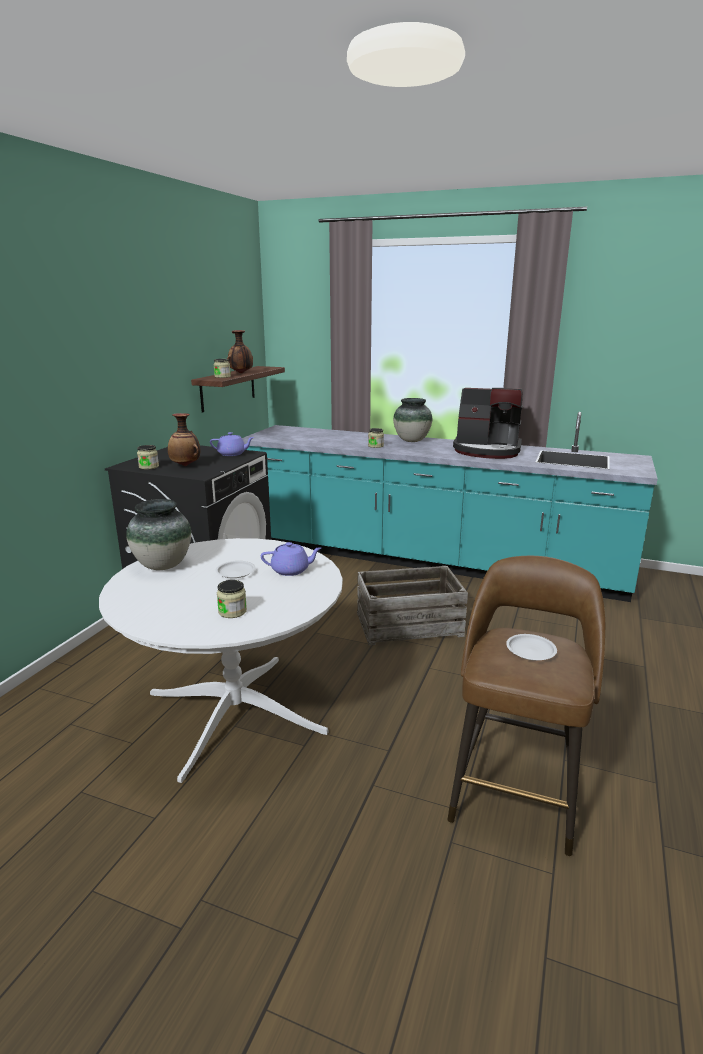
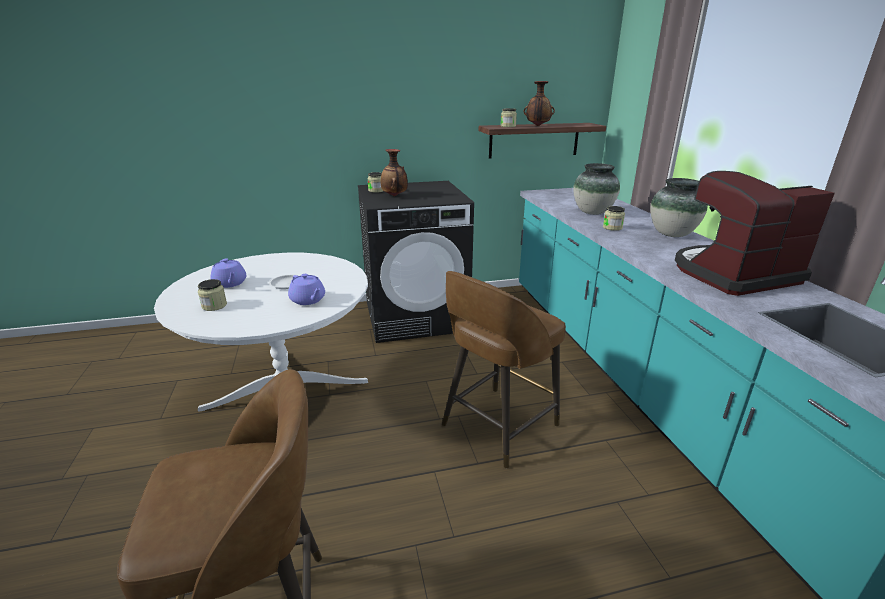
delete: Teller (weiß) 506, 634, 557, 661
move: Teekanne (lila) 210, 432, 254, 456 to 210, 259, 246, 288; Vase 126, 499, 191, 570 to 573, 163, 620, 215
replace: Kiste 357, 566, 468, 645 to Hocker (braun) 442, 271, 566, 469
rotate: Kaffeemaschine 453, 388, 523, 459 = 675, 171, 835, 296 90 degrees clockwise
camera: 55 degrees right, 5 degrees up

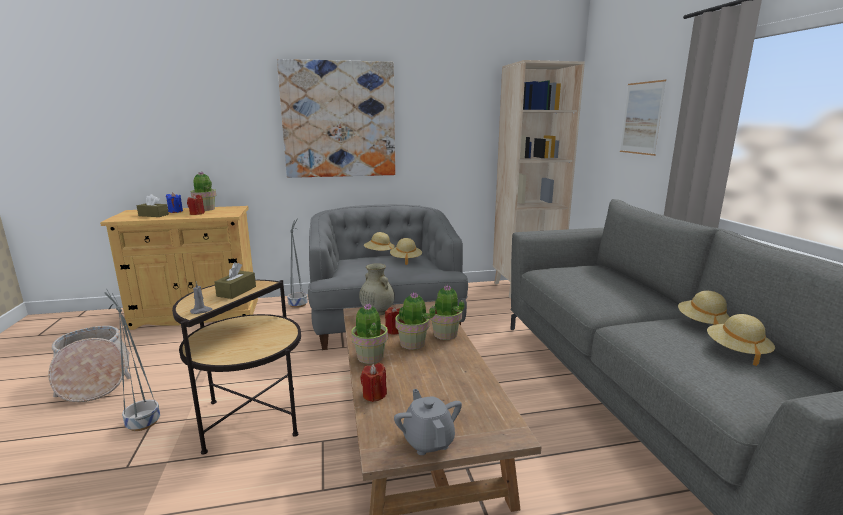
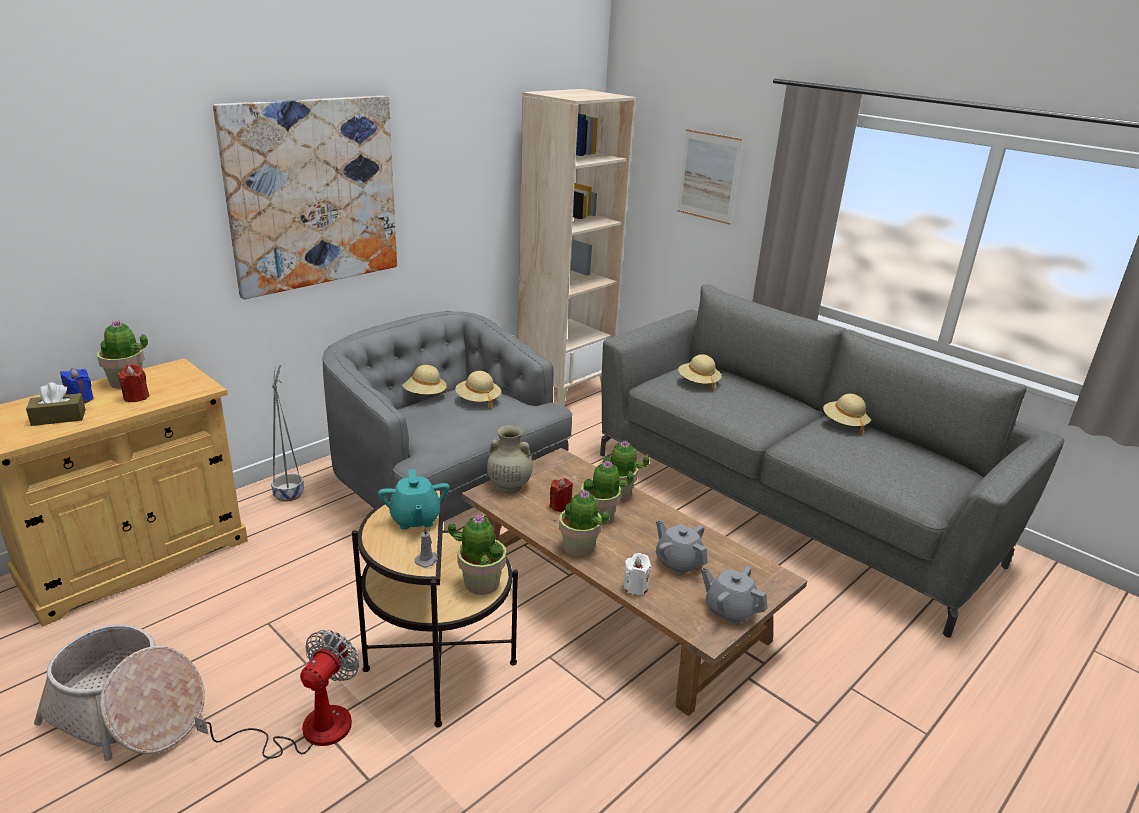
insert: Topfpflanze 448, 514, 506, 595; Teekanne (grau) 656, 520, 708, 576
move: Hut (beige) 707, 314, 775, 366 to 678, 354, 722, 391
replace: Pflanzkübel (grau) 104, 290, 160, 431 to Ventilator 194, 630, 359, 759; Taschentuchbox (braun) 214, 262, 256, 299 to Teekanne (türkis) 378, 469, 450, 530
recolor: Kerze (rot) 360, 363, 387, 402 to Kerze (weiß) 624, 553, 651, 595
camera: 35 degrees left, 10 degrees up

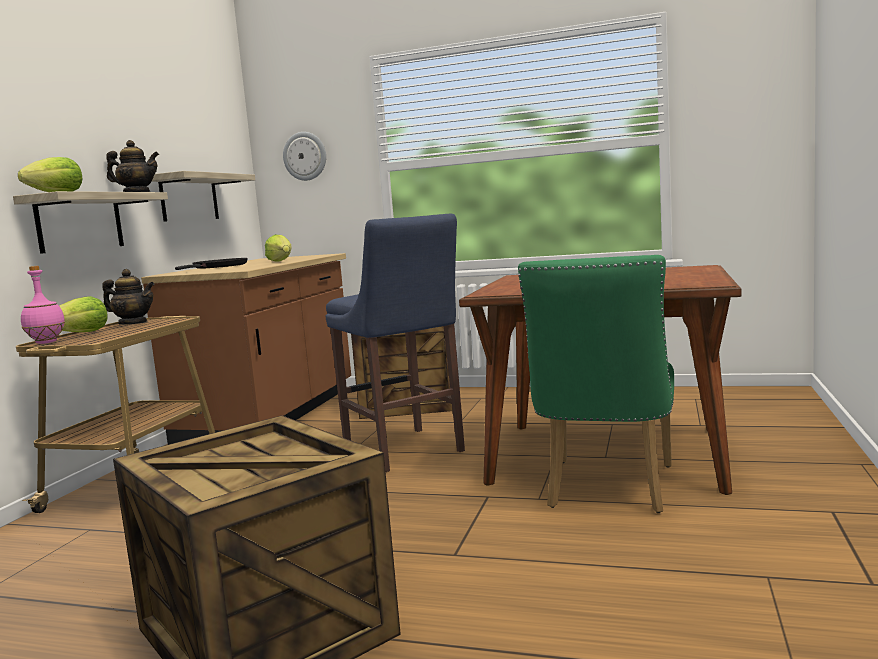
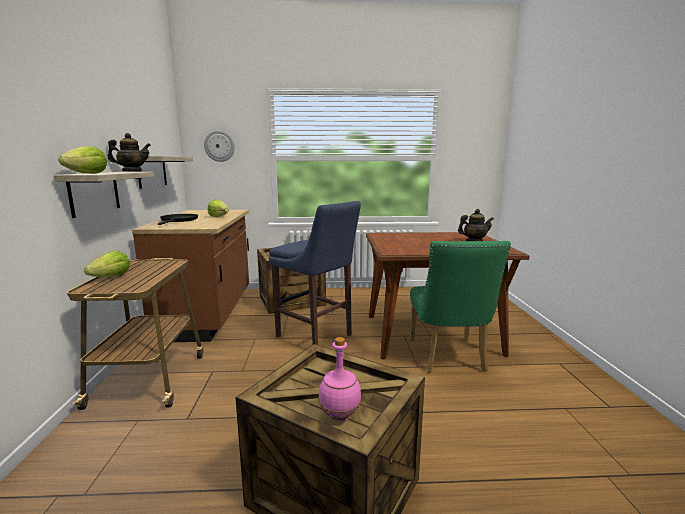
move: Flasche (rosa) 21, 266, 65, 344 to 318, 337, 362, 422; Teekanne 102, 269, 155, 325 to 458, 209, 494, 241
camera: 20 degrees left, 5 degrees up

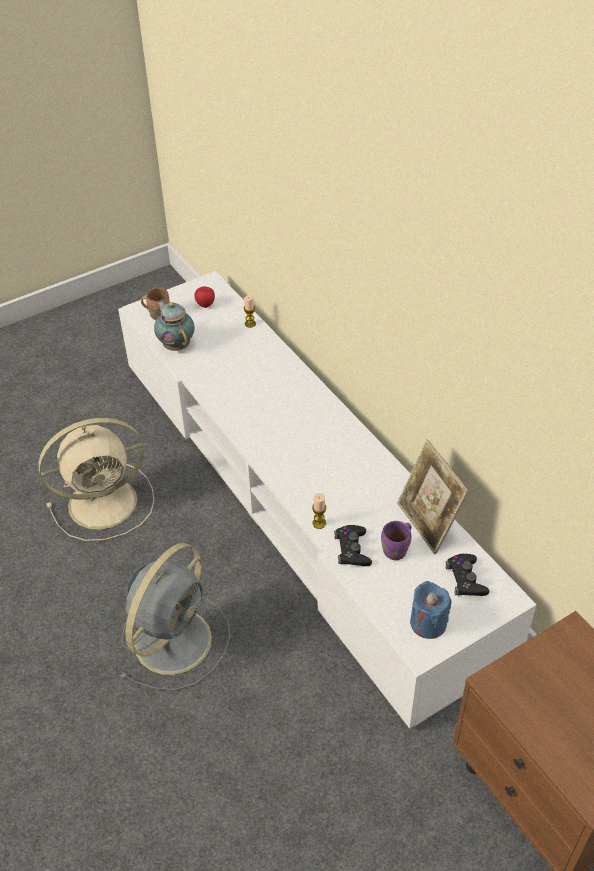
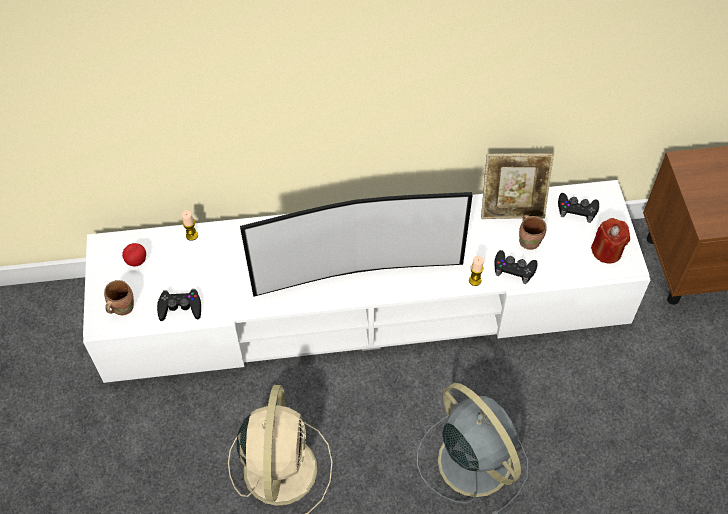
insert: Fernseher 240, 192, 473, 297
replace: Teekanne 154, 299, 195, 351 to Gamepad (schwarz) 157, 289, 201, 321
recolor: Henkelbecher (lila) 381, 521, 412, 560 to Henkelbecher (braun) 519, 215, 547, 250; Kerze (blau) 410, 581, 451, 639 to Kerze (rot) 591, 218, 630, 263
camera: 65 degrees left, 10 degrees up

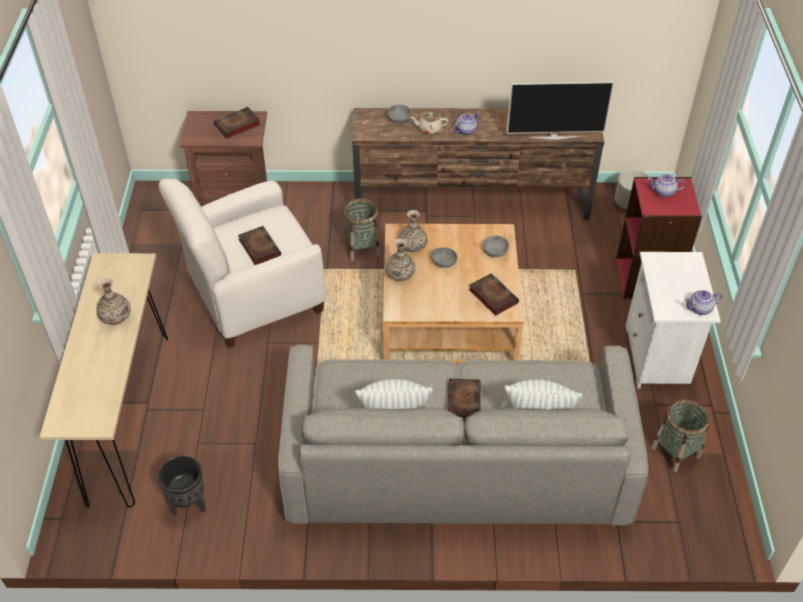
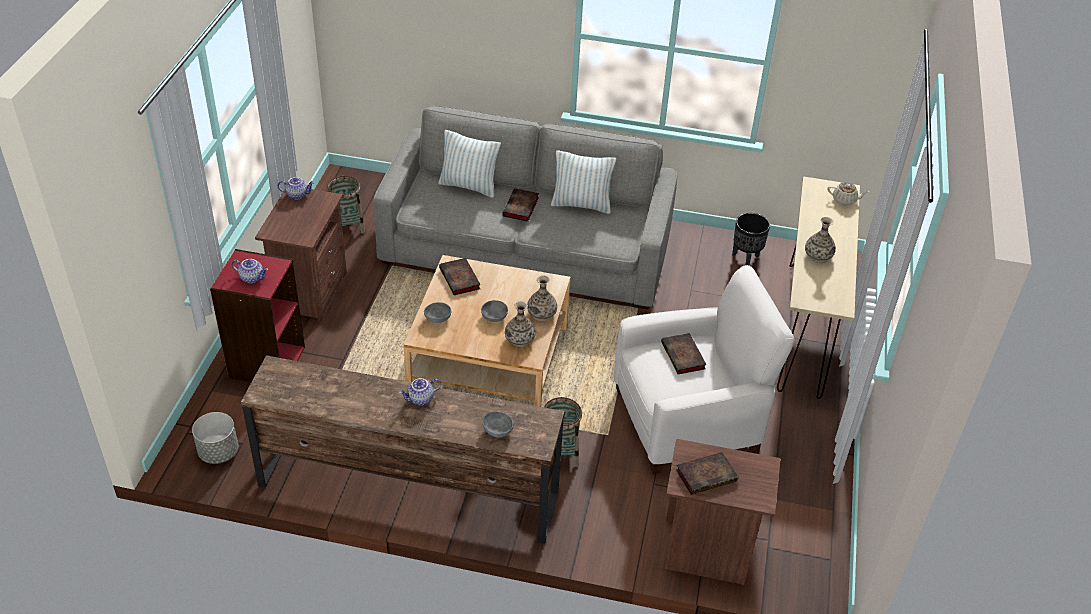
delete: Fernseher 506, 82, 614, 140
move: Teekanne (beige) 410, 112, 449, 134 to 828, 182, 869, 205
recolor: Nachttisch (weiß) 626, 252, 721, 389 to Nachttisch (braun) 255, 189, 347, 323
camera: 170 degrees left, 5 degrees down

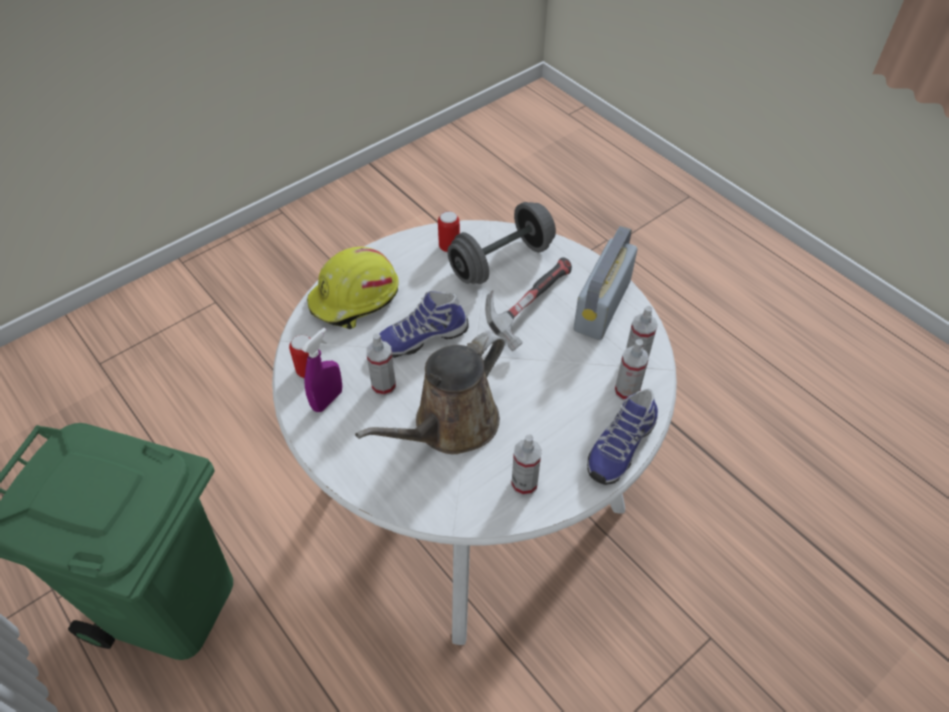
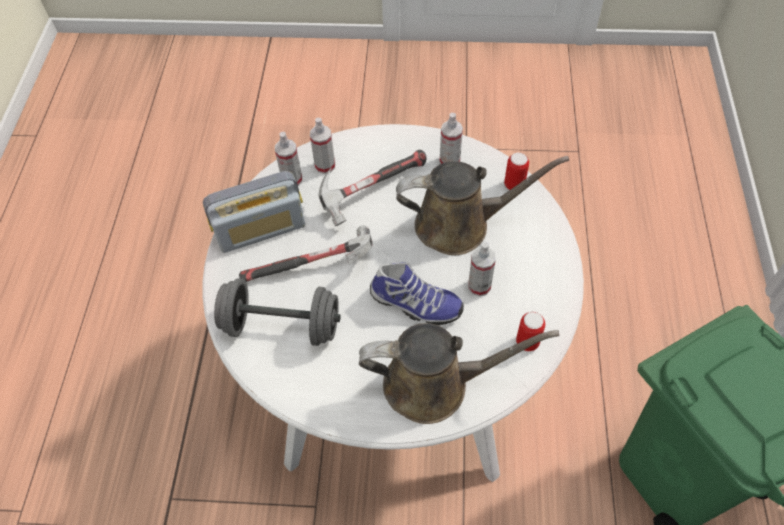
delete: Sprühflasche (lila) 301, 328, 342, 412; Schuh 587, 389, 658, 485
insert: Hammer 319, 150, 426, 226
move: Dose 438, 211, 460, 252 to 504, 152, 529, 190
replace: Schutzhelm (gelb) 307, 247, 399, 329 to Gießkanne (braun) 359, 323, 559, 424
camera: 135 degrees left, 5 degrees up

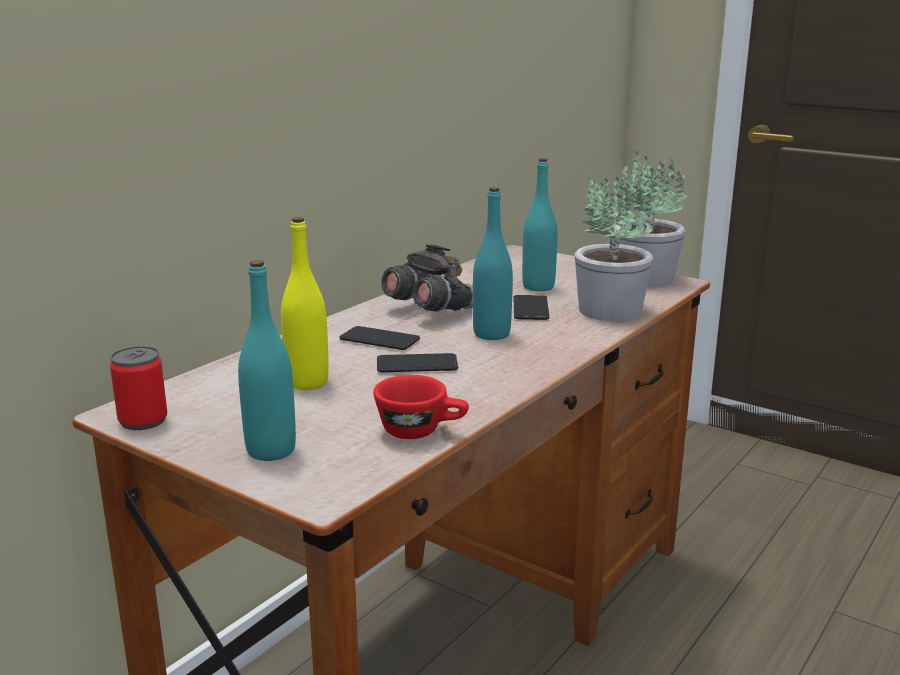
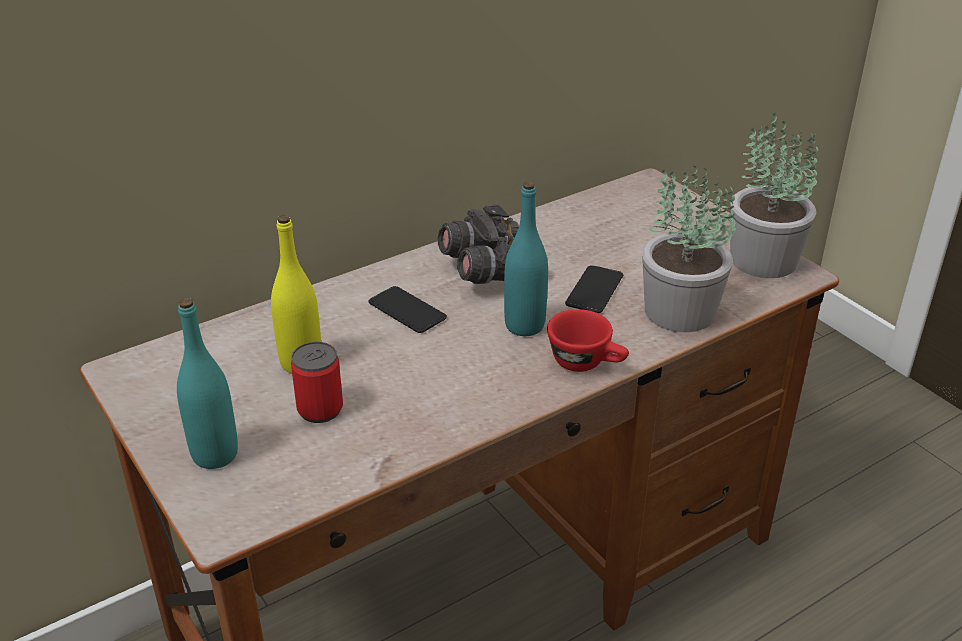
delete: Handy 377, 353, 458, 372; Flasche (türkis) 522, 158, 558, 291
move: Dose 110, 346, 167, 430 to 291, 342, 343, 423; Tasse (rot) 373, 375, 469, 439 to 547, 309, 629, 372
camera: 20 degrees right, 15 degrees up

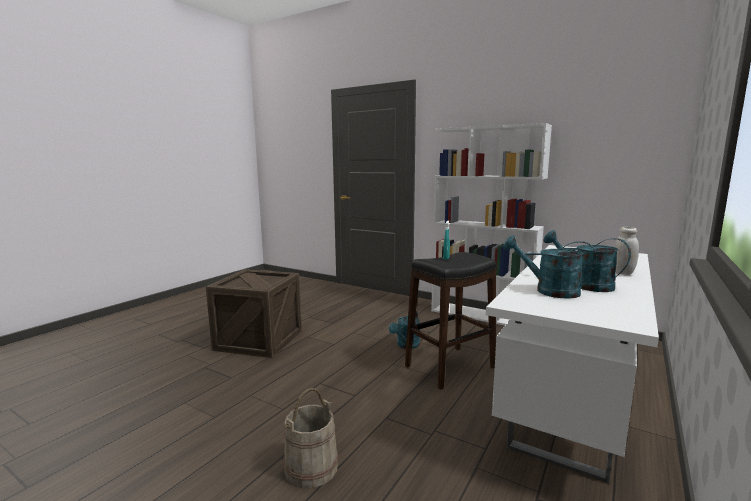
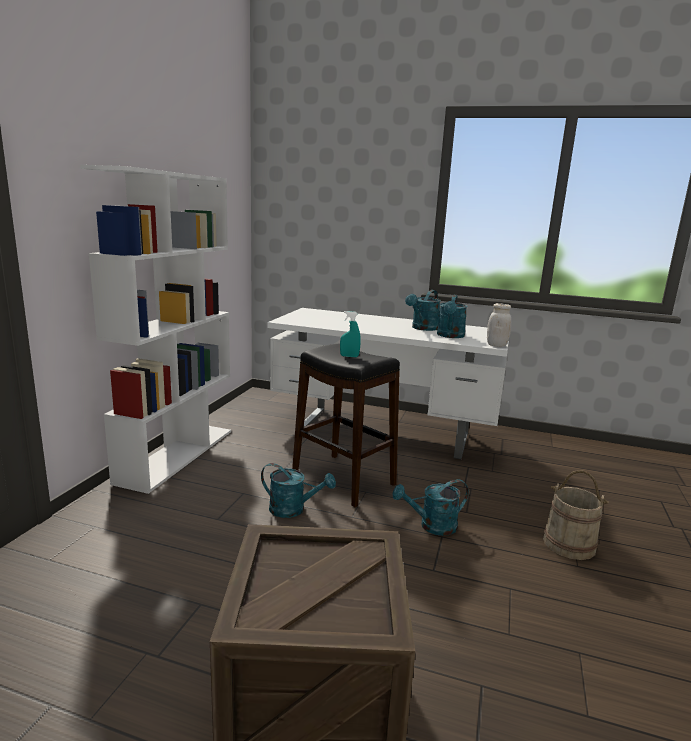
insert: Gießkanne (türkis) 393, 479, 469, 536
move: Vorratsglas (weiß) 615, 227, 639, 275 to 487, 303, 511, 347
camera: 105 degrees left, 5 degrees up

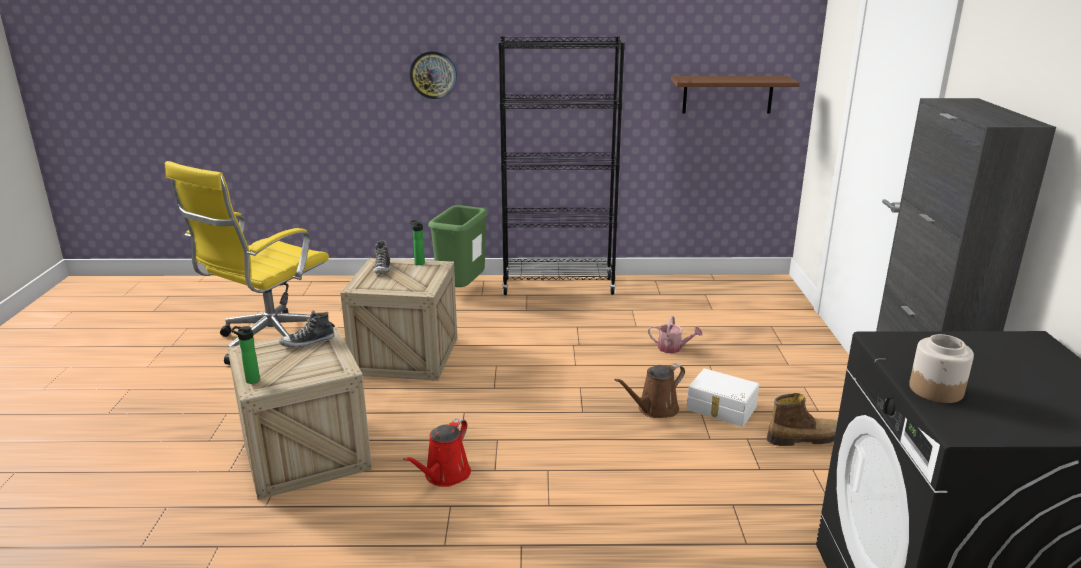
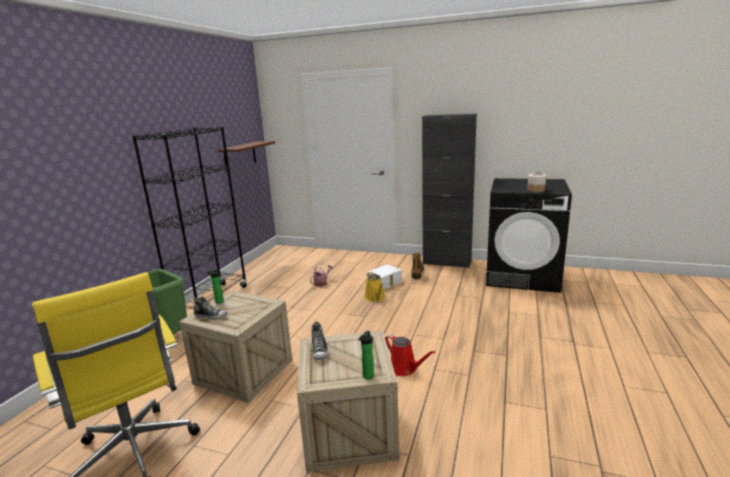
delete: Wanduhr 410, 51, 457, 99
recolor: Gießkanne (braun) 614, 364, 685, 418 to Gießkanne (gelb) 364, 272, 385, 302
camera: 70 degrees left, 5 degrees down

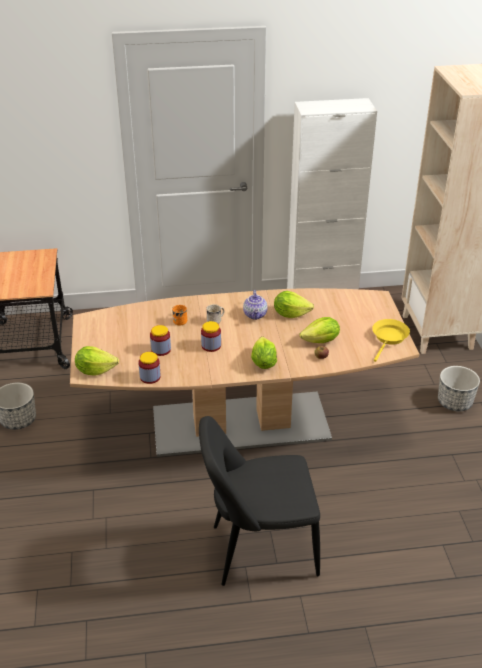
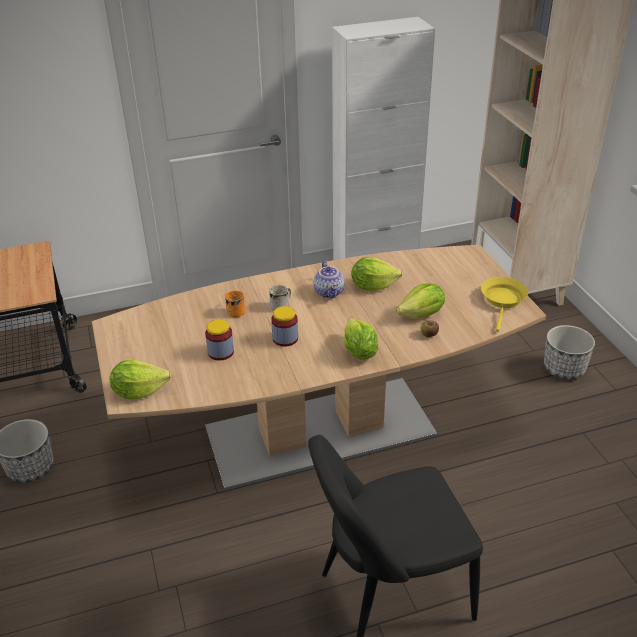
delete: Vorratsglas 138, 352, 161, 384
camera: 10 degrees left, 0 degrees up

